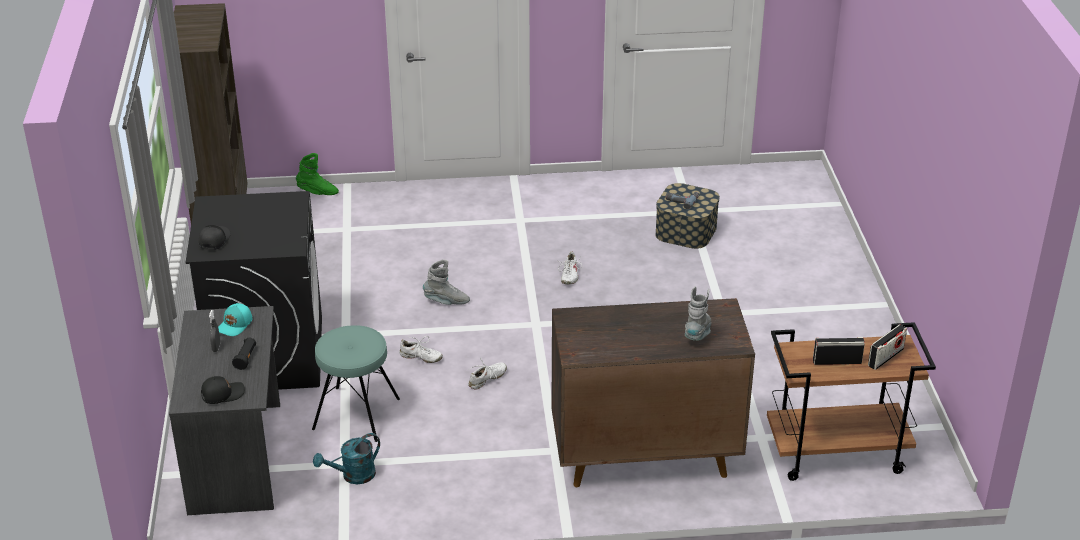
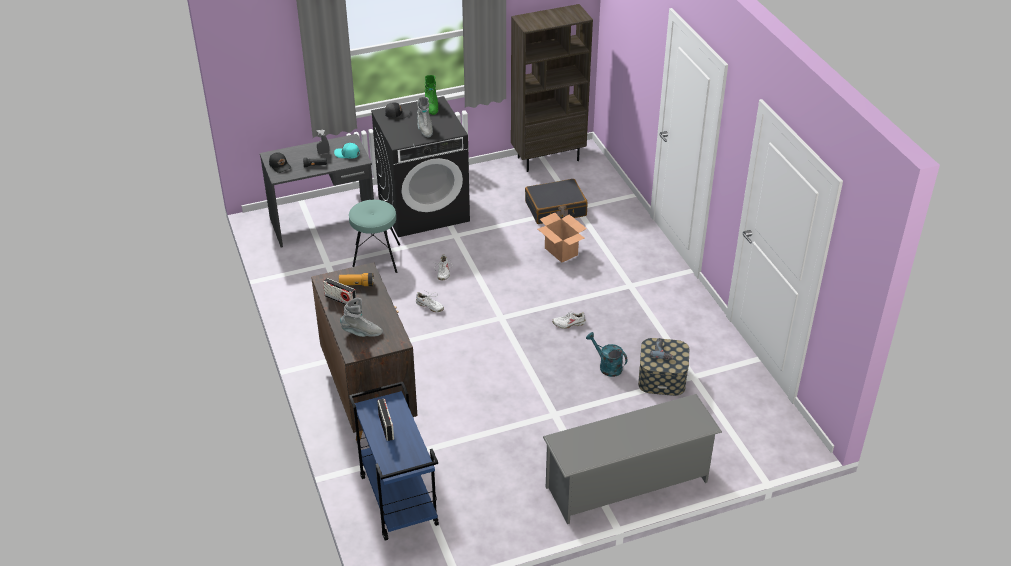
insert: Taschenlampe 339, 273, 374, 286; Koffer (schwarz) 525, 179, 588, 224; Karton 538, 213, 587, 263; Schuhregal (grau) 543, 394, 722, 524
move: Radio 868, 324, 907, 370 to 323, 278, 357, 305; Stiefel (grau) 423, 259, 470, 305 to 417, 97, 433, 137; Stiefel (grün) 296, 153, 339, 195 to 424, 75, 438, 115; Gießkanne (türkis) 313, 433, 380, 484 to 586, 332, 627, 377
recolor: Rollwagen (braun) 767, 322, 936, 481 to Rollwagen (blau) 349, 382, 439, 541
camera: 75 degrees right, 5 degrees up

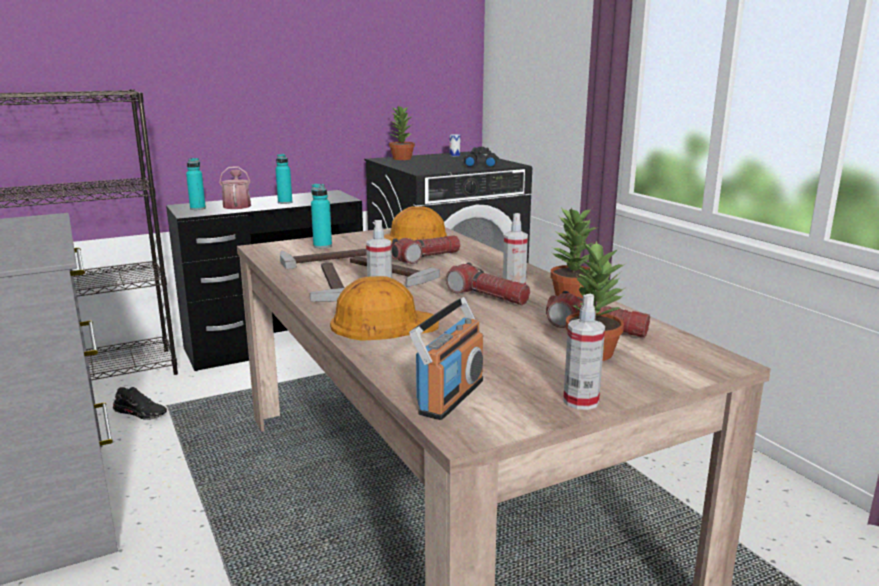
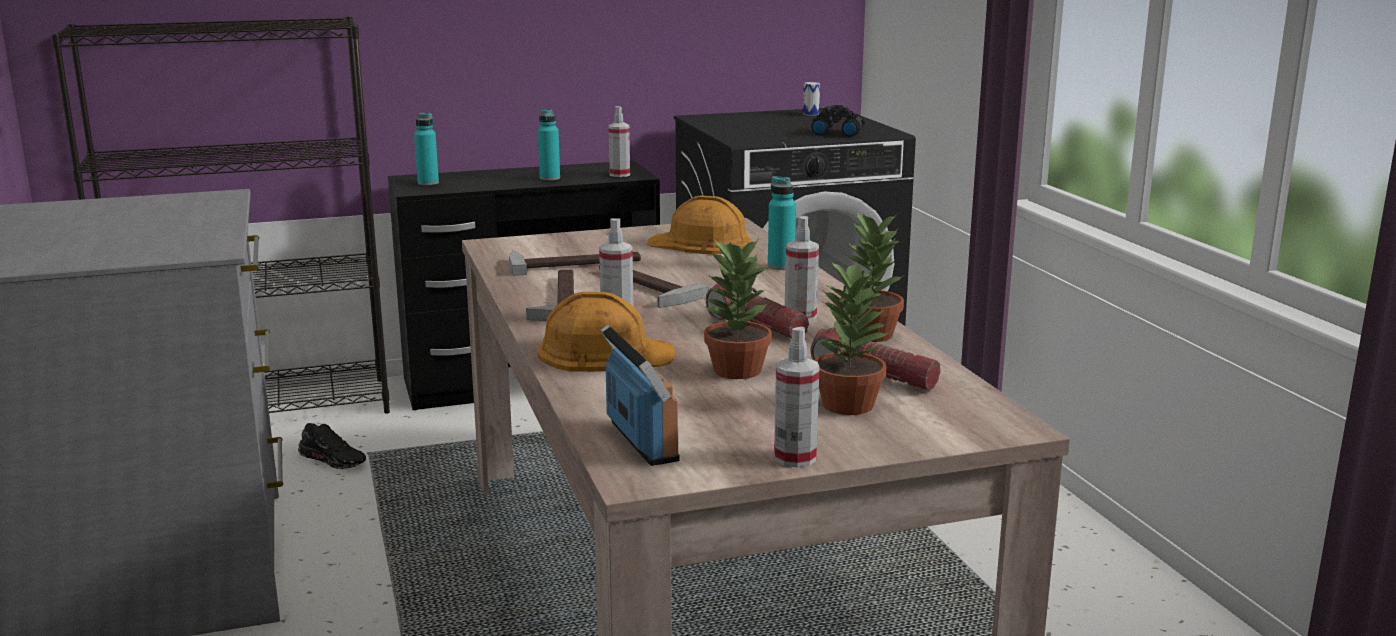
delete: Gießkanne 219, 166, 251, 209; Taschenlampe 391, 236, 460, 264
insert: Sprühflasche 609, 106, 630, 177
move: Topfpflanze 389, 105, 415, 160 to 703, 239, 772, 379; Flasche (türkis) 311, 184, 332, 248 to 768, 176, 796, 270
rotate: Radio 409, 297, 483, 420 = 600, 325, 680, 466 60 degrees counterclockwise
camera: 10 degrees right, 0 degrees up

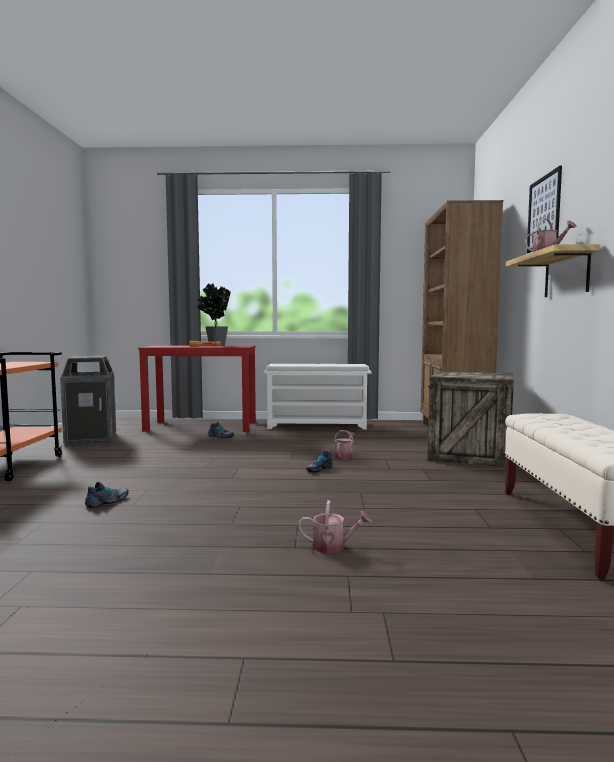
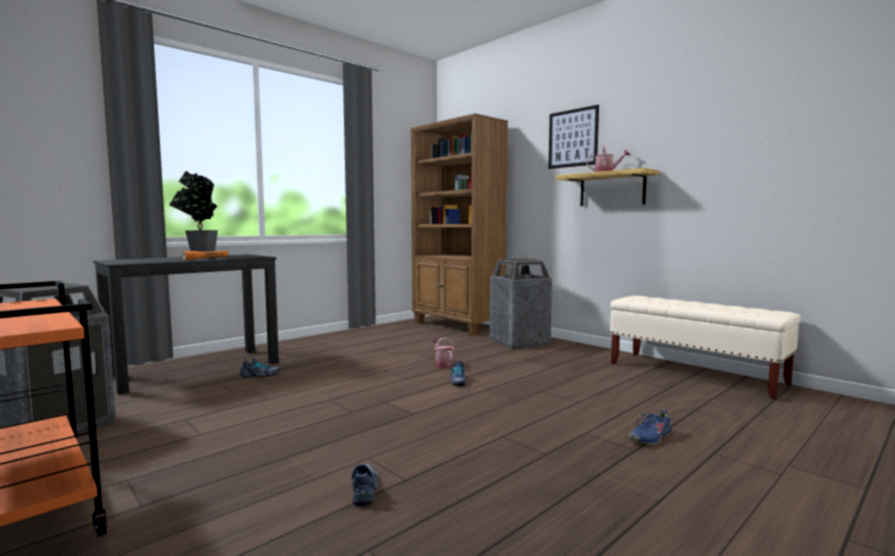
delete: Schuhregal (weiß) 264, 364, 371, 429
replace: Kiste 427, 371, 514, 468 to Mülleimer 490, 258, 552, 349; Gießkanne 298, 500, 372, 553 to Schuh (blau) 629, 409, 675, 445
recolor: Schreibtisch (rot) 138, 346, 256, 432 to Schreibtisch (schwarz) 93, 254, 279, 395
camera: 45 degrees left, 0 degrees up

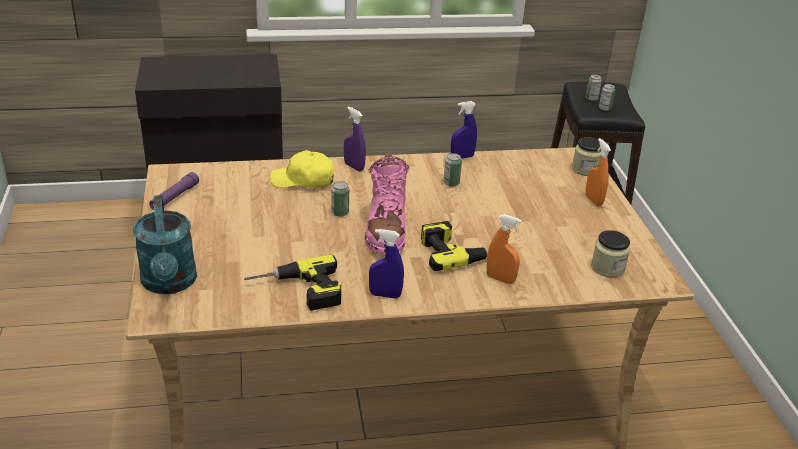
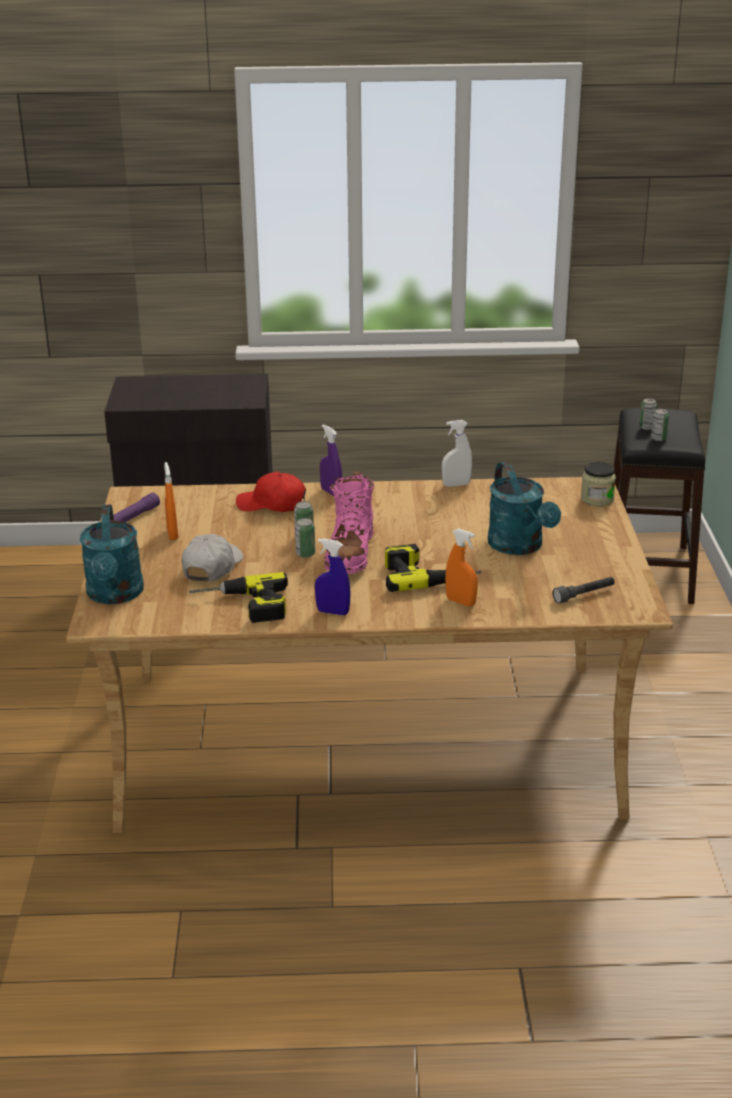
insert: Kappe (weiß) 182, 534, 243, 582; Gießkanne (türkis) 488, 462, 561, 555
move: Sprühflasche (orange) 585, 138, 611, 207 to 164, 462, 178, 540; Dose 443, 153, 462, 187 to 295, 518, 315, 558
replace: Vorratsglas 591, 230, 630, 277 to Taschenlampe (grau) 553, 577, 615, 604
recolor: Kappe (gelb) 270, 150, 335, 188 to Kappe (rot) 236, 471, 306, 512; Sprühflasche (blau) 451, 101, 477, 159 to Sprühflasche (weiß) 442, 420, 472, 487
camera: 10 degrees right, 5 degrees down

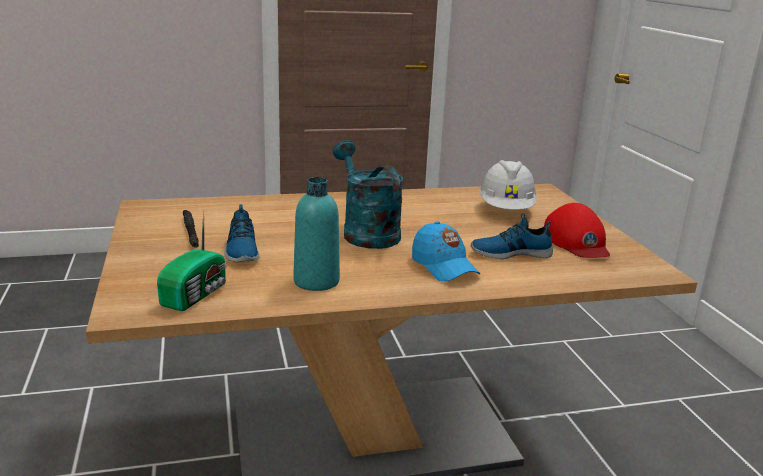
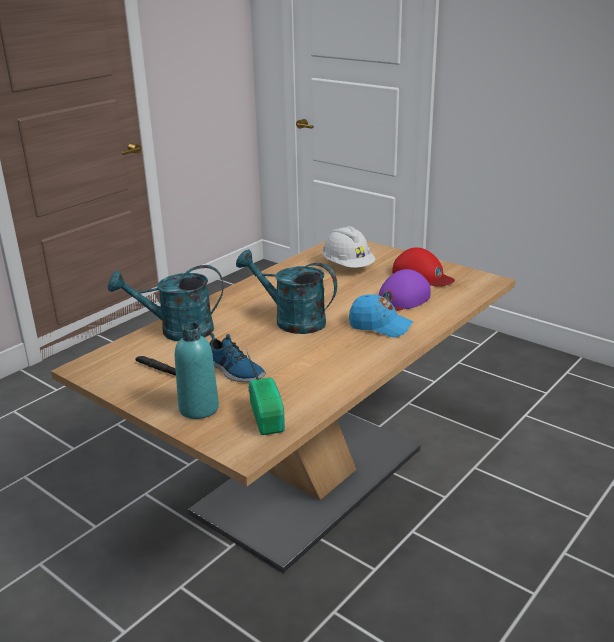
insert: Gießkanne (türkis) 107, 265, 223, 341
move: Flasche (türkis) 293, 177, 340, 291 to 175, 322, 219, 419
replace: Schuh 471, 213, 553, 259 to Kappe (lila) 379, 269, 431, 311
camera: 35 degrees left, 5 degrees up

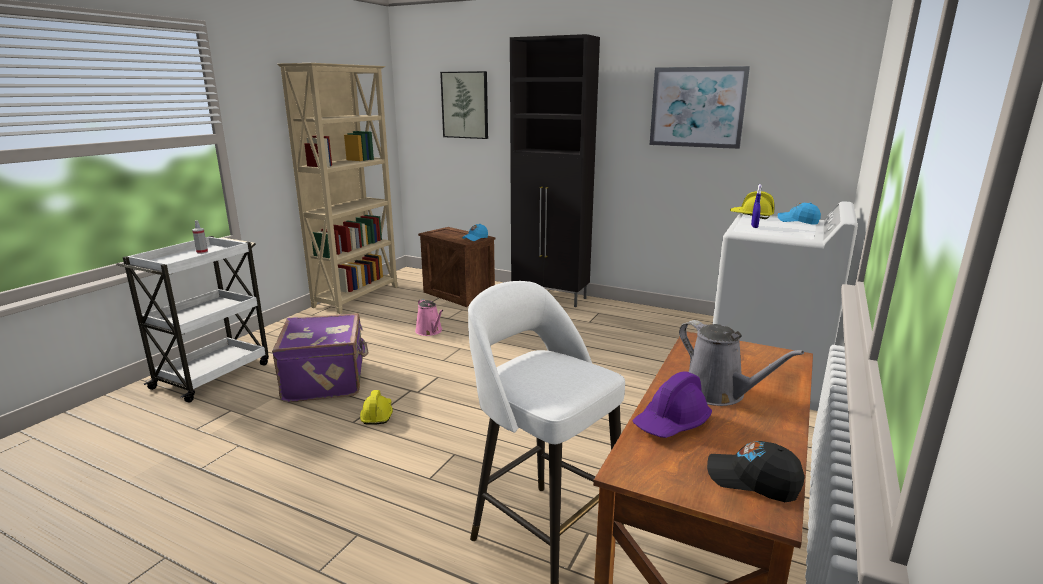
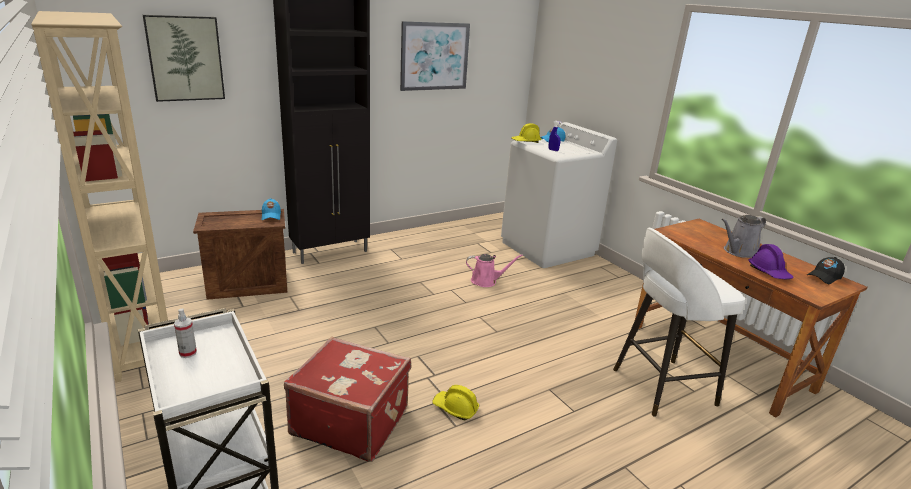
move: Gießkanne (rosa) 415, 299, 443, 336 to 466, 254, 523, 287
recolor: Koffer (lila) 272, 313, 368, 402 to Koffer (rot) 284, 337, 411, 462
rotate: Gießkanne (grau) 679, 320, 804, 406 = 721, 215, 766, 258 150 degrees clockwise
camera: 60 degrees left, 5 degrees up

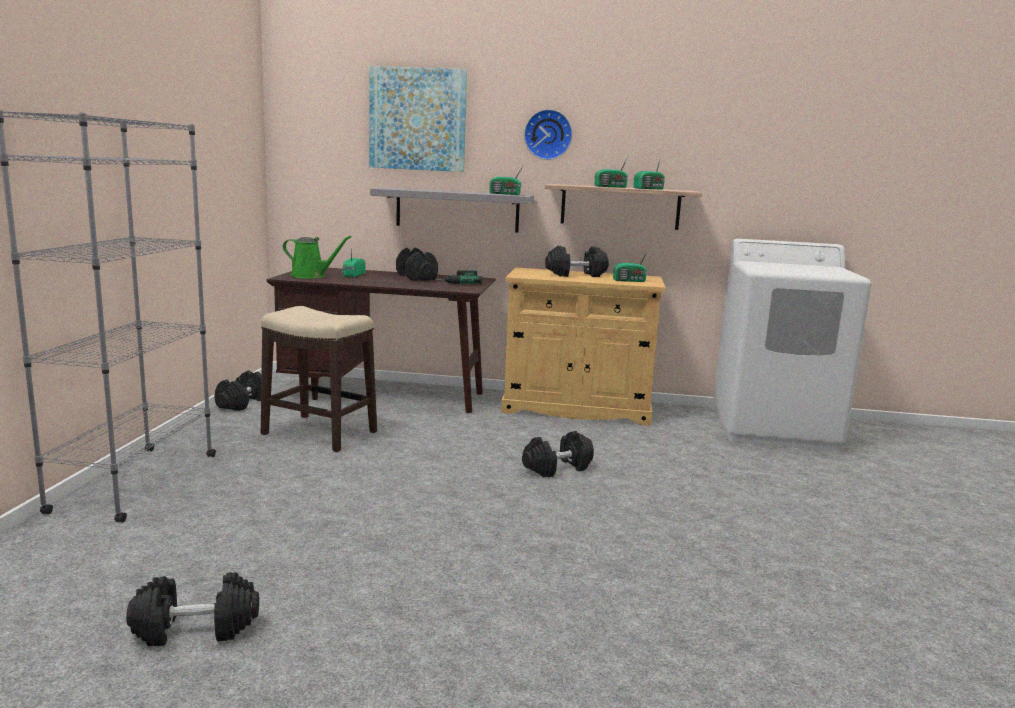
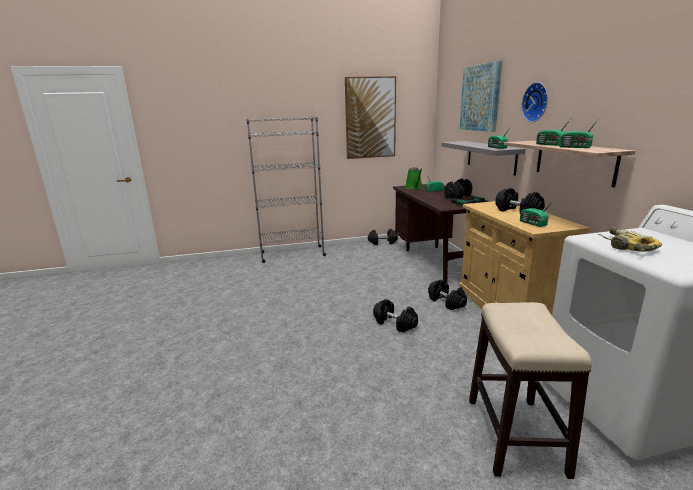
insert: Bild 345, 76, 396, 159; Bohrmaschine 598, 227, 662, 252
move: Hantel (schwarz) 126, 572, 259, 646 to 428, 280, 467, 310; Hocker 261, 306, 377, 452 to 469, 302, 592, 479
camera: 70 degrees right, 5 degrees up

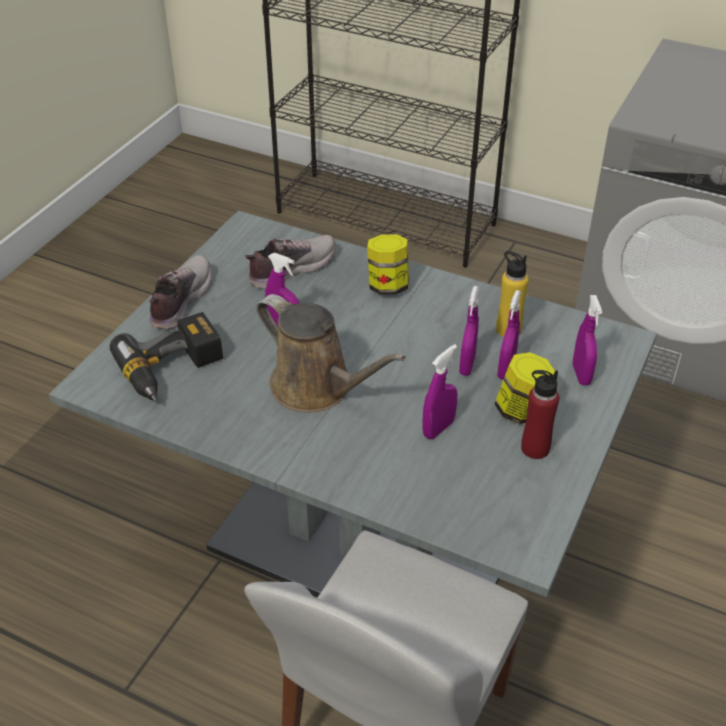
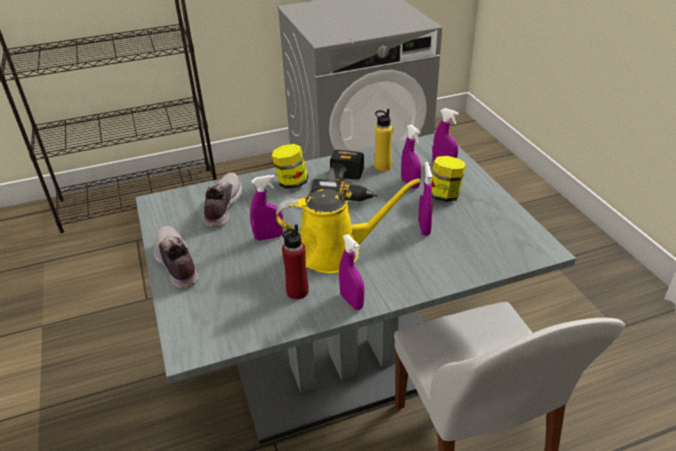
move: Flasche (rot) 521, 370, 559, 459 to 282, 224, 309, 299; Bohrmaschine 109, 312, 223, 402 to 309, 150, 378, 201; Sprühflasche (lila) 459, 286, 479, 376 to 339, 234, 364, 310
recolor: Gießkanne (braun) 256, 294, 406, 413 to Gießkanne (gelb) 276, 178, 420, 274
camera: 45 degrees left, 5 degrees down

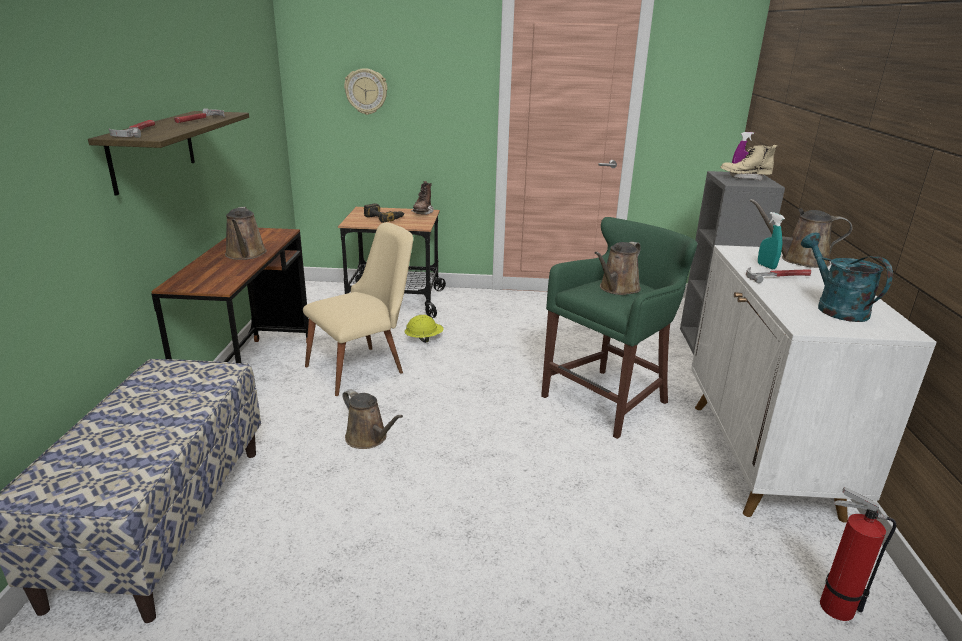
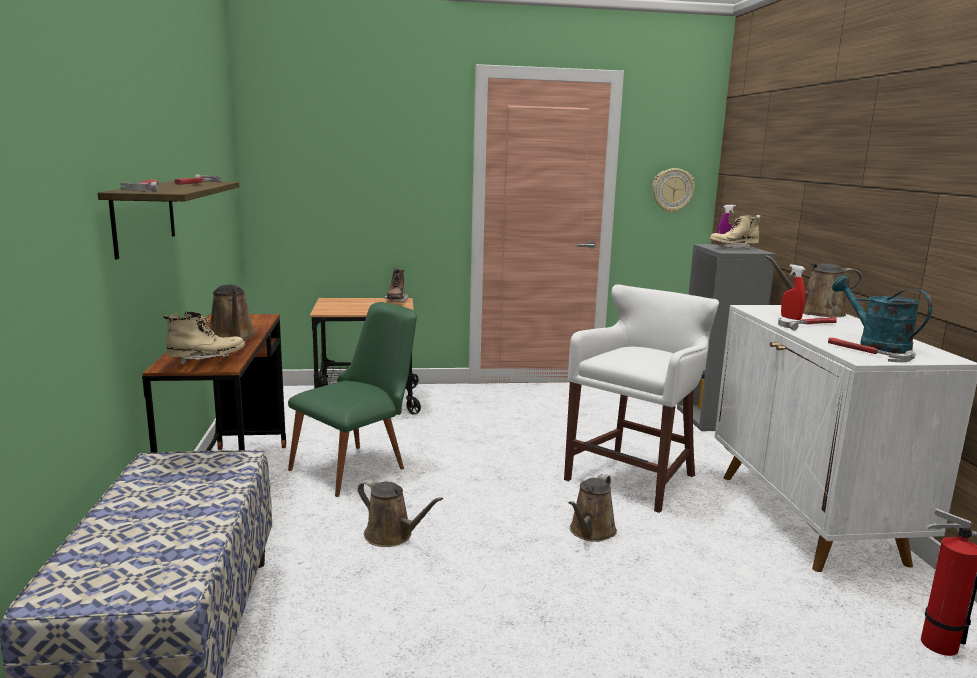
delete: Bohrmaschine 364, 203, 405, 223; Schutzhelm (gelb) 405, 315, 444, 343
insert: Stiefel (beige) 163, 311, 245, 365; Hammer 828, 338, 916, 362
move: Gießkanne (braun) 594, 242, 641, 295 to 569, 474, 617, 542; Wanduhr 344, 68, 388, 115 to 652, 168, 695, 213
recolor: Stuhl (beige) 303, 222, 413, 396 to Stuhl (grün) 288, 302, 417, 497; Hocker (grün) 541, 217, 698, 439 to Hocker (weiß) 564, 285, 719, 513; Sprühflasche (türkis) 758, 212, 785, 269 to Sprühflasche (rot) 781, 265, 806, 320
camera: 10 degrees left, 10 degrees down

